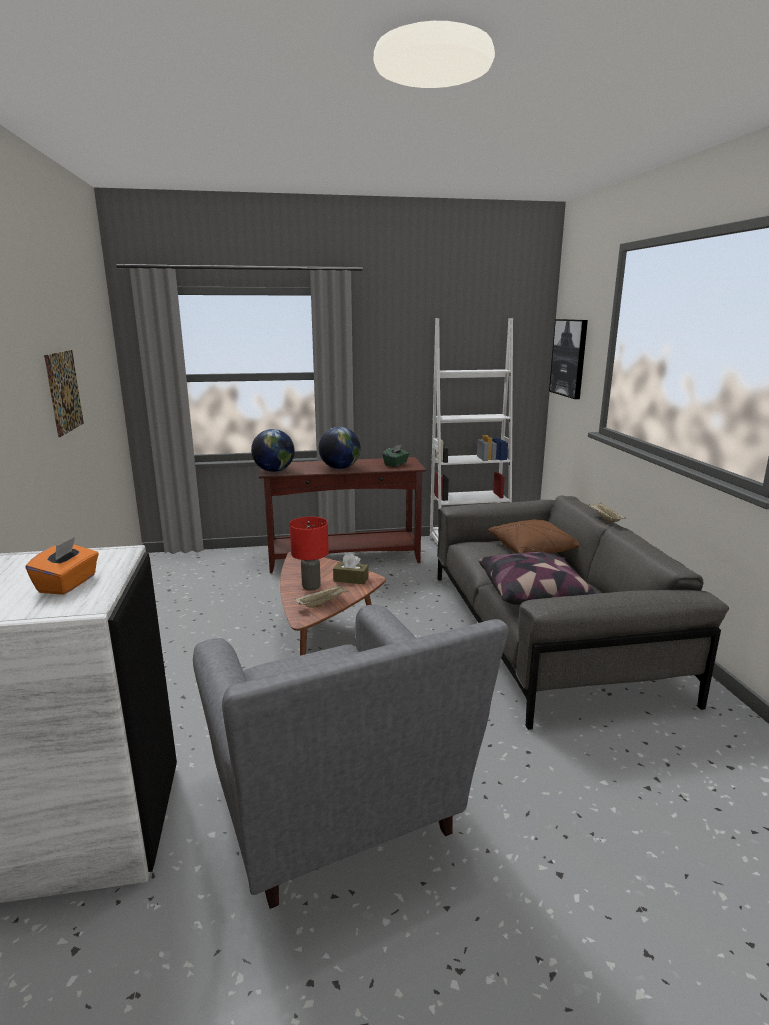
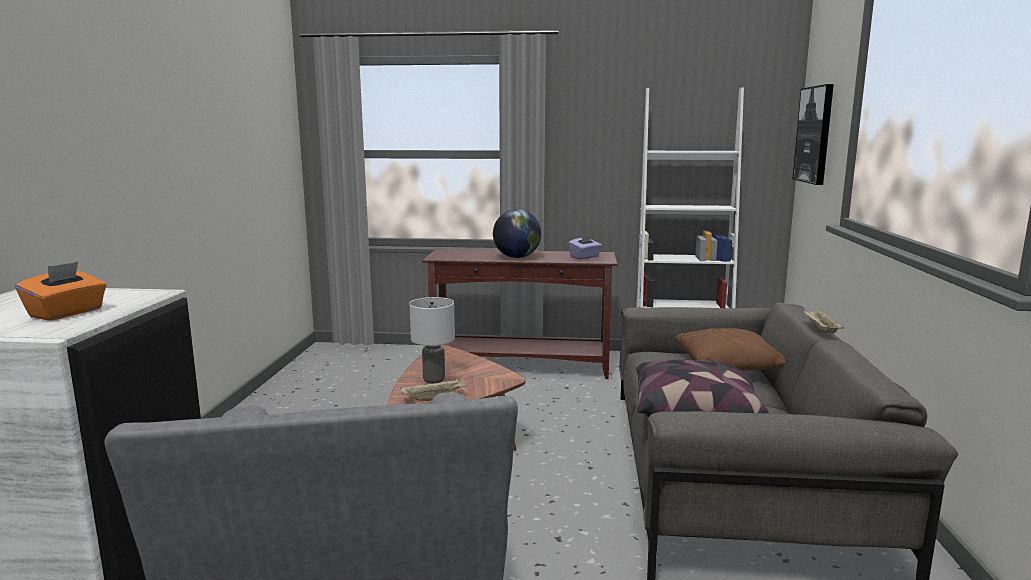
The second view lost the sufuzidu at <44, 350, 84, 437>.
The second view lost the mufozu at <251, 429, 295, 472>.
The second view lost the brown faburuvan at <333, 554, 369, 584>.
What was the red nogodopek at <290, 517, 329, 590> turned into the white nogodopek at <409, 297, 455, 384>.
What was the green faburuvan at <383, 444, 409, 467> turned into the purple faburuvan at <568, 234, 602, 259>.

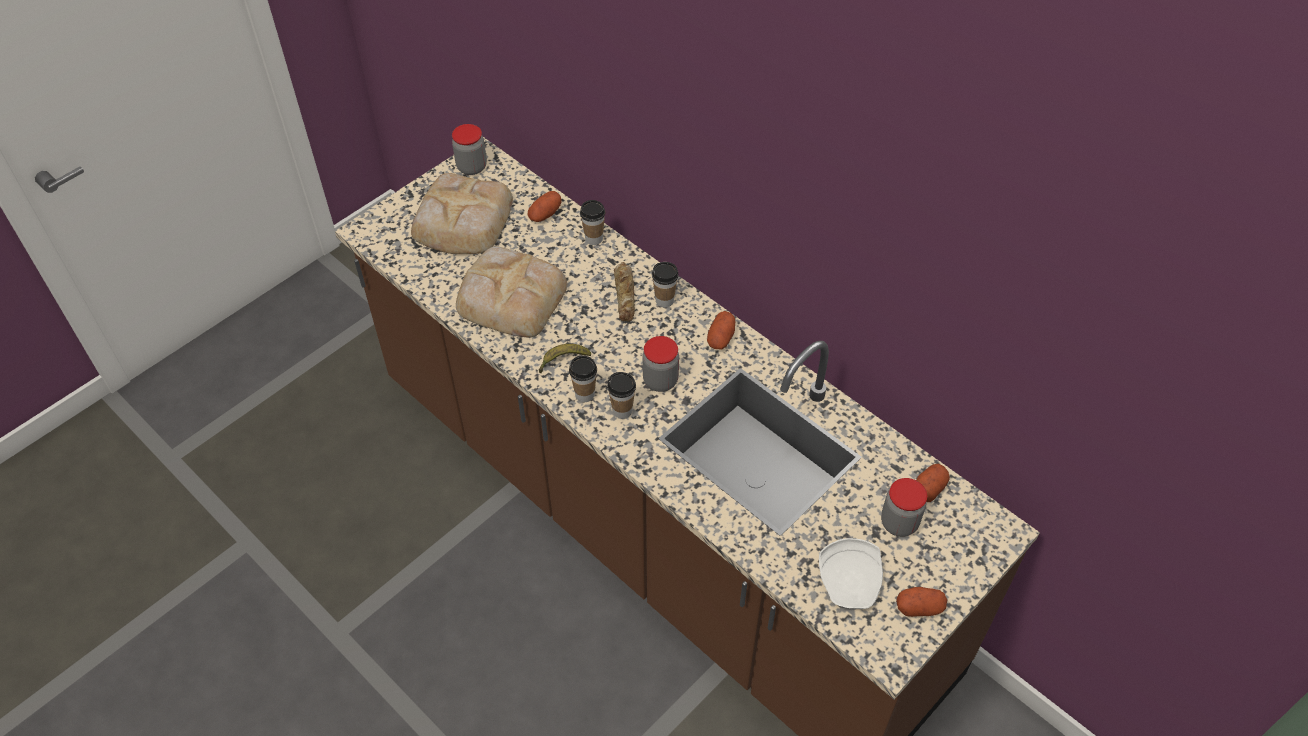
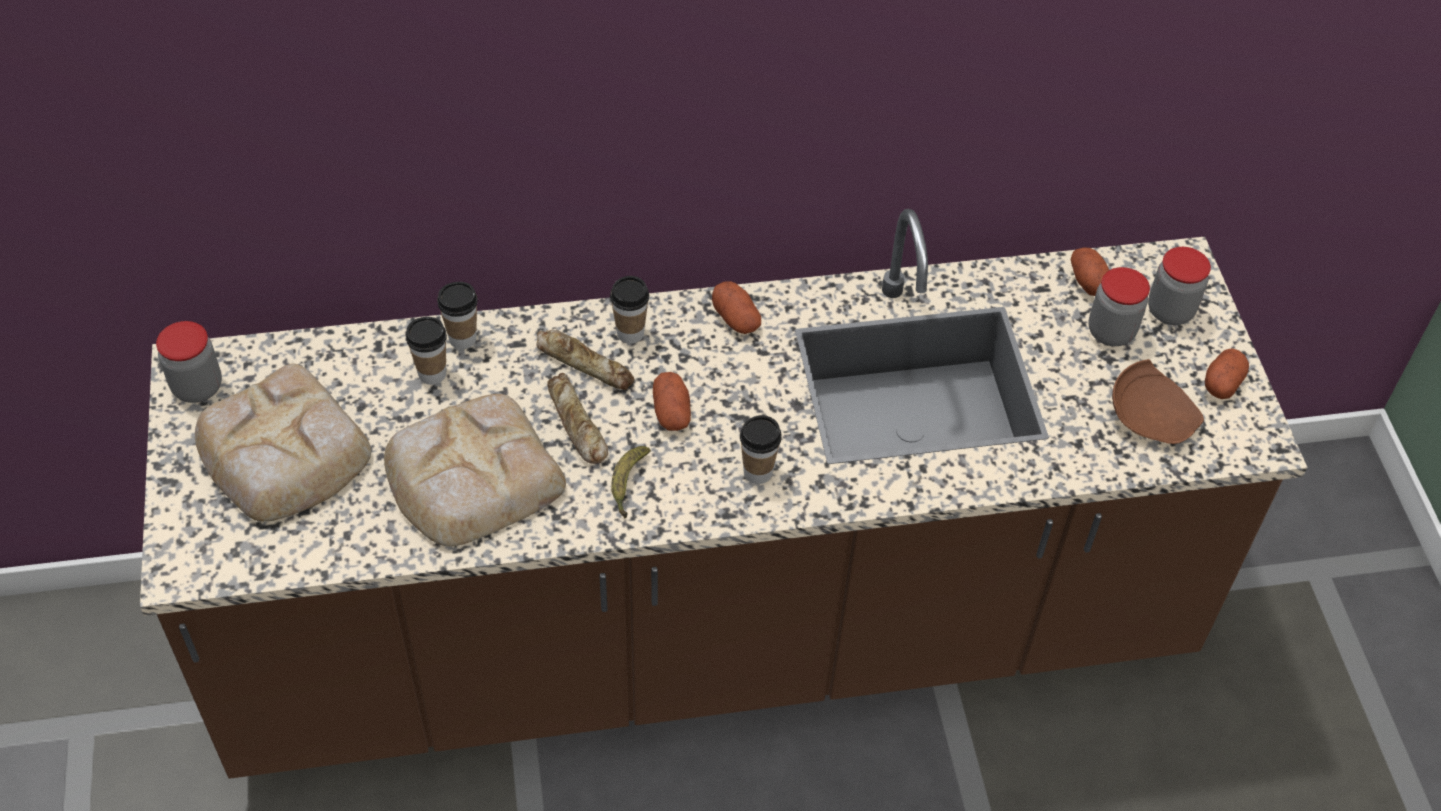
The second view gained the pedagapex at <547, 373, 608, 464>.
The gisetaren ended up elsewhere, having gone from <527, 191, 562, 222> to <653, 372, 691, 431>.
The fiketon ended up elsewhere, having gone from <569, 355, 597, 402> to <406, 317, 447, 385>.
The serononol ended up elsewhere, having gone from <642, 336, 679, 392> to <1148, 247, 1211, 325>.
What was the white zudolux at <819, 538, 883, 609> turned into the brown zudolux at <1112, 359, 1204, 444>.

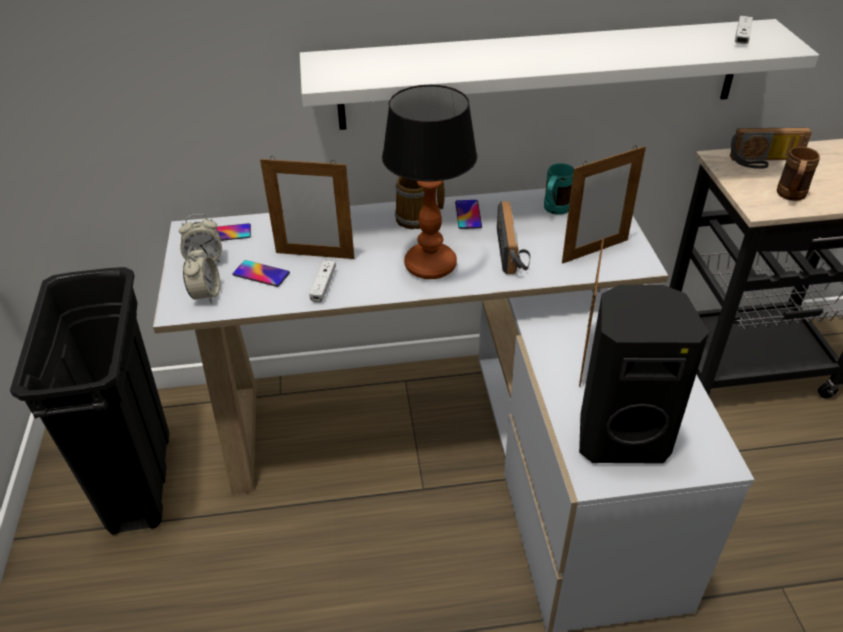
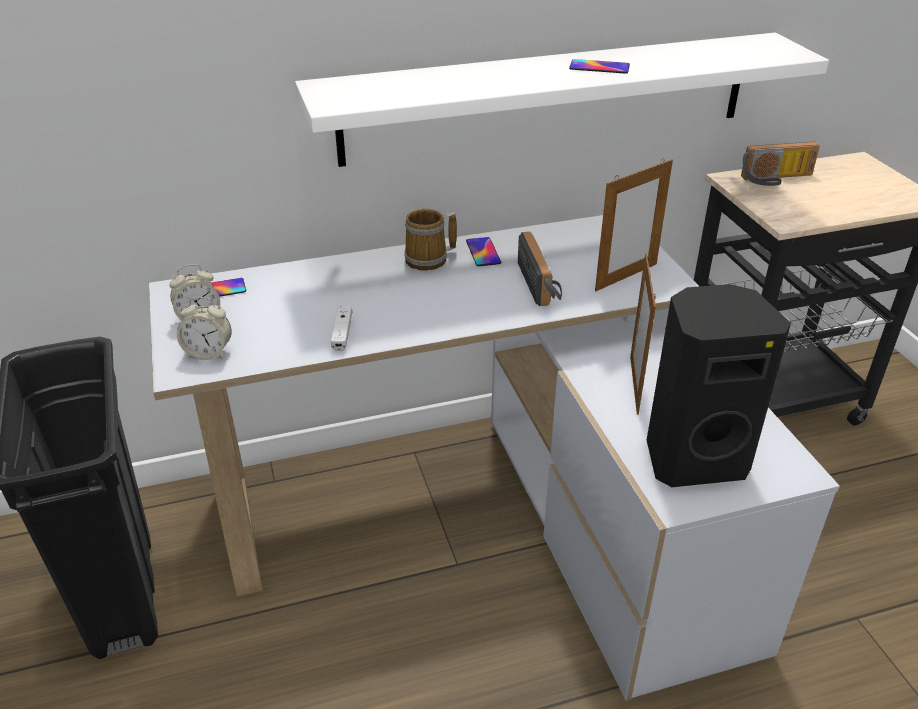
The second view lost the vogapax at <260, 156, 354, 259>.
The second view lost the nogodopek at <382, 85, 477, 279>.
The second view lost the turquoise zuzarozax at <544, 163, 574, 215>.
The second view lost the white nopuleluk at <735, 16, 753, 44>.
The second view lost the brown zuzarozax at <777, 147, 820, 201>.
The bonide ended up elsewhere, having gone from <232, 260, 290, 287> to <569, 59, 630, 74>.
The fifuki at <183, 246, 220, 304> ended up facing another way, 105 degrees clockwise from before.

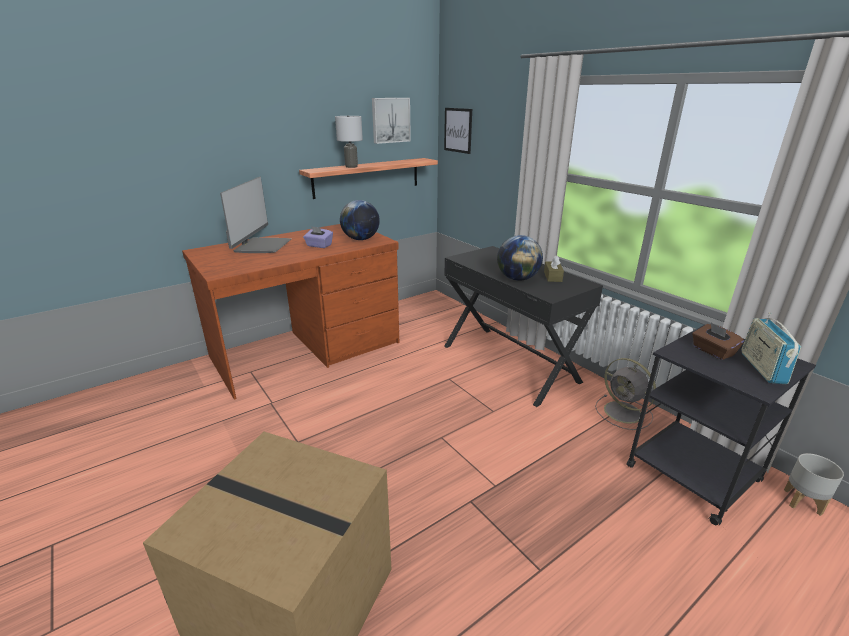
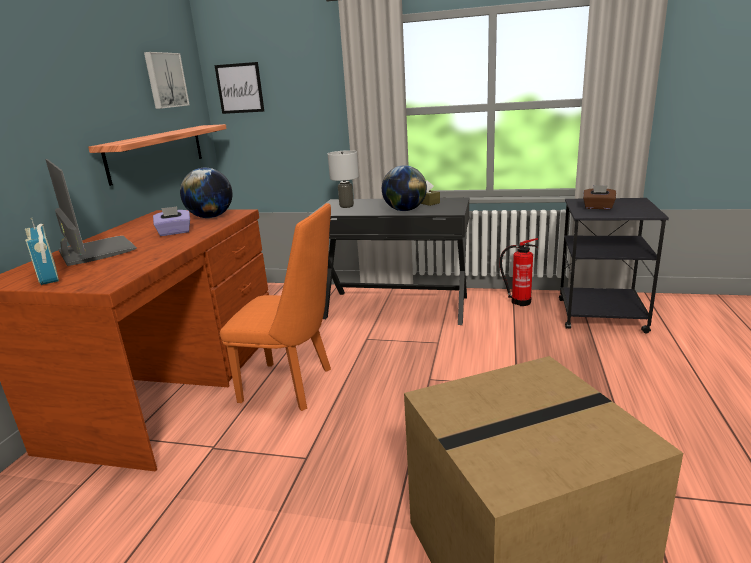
The second view lost the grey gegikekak at <784, 453, 844, 516>.
The second view gained the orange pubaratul at <220, 203, 331, 411>.
The white nogodopek ended up elsewhere, having gone from <335, 115, 363, 168> to <328, 150, 359, 208>.
The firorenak ended up elsewhere, having gone from <741, 313, 801, 384> to <25, 218, 59, 285>.
Where the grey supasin stood at <595, 358, 656, 430>, the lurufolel came to stand at <499, 238, 538, 306>.

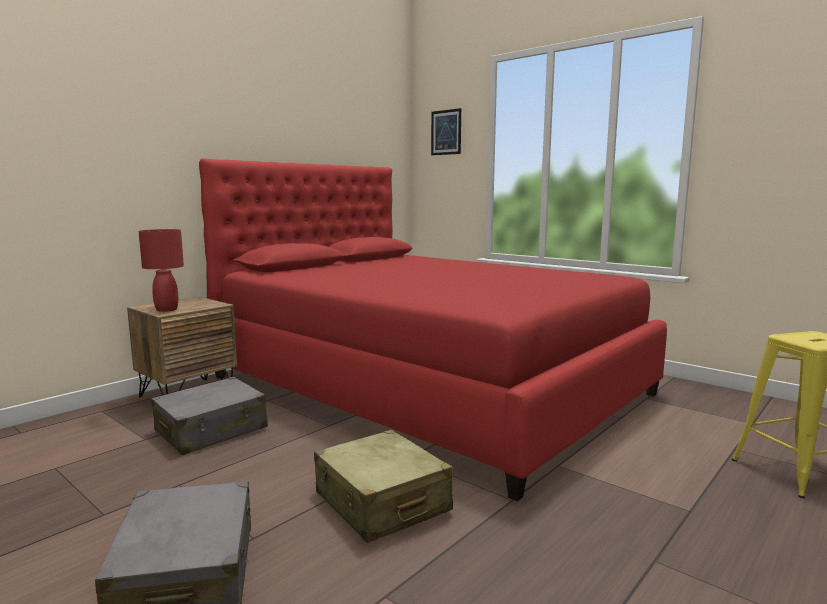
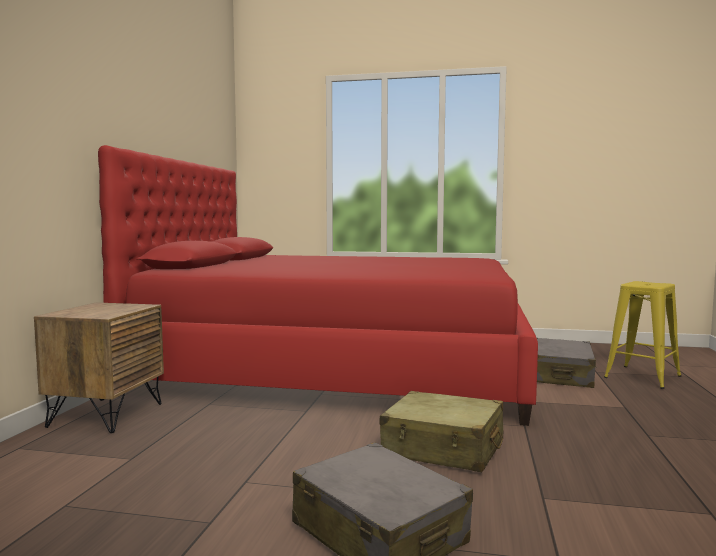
The second view lost the red nogodopek at <139, 229, 184, 312>.
The second view lost the sufuzidu at <431, 108, 461, 155>.
The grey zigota ended up elsewhere, having gone from <151, 377, 268, 455> to <537, 338, 597, 388>.

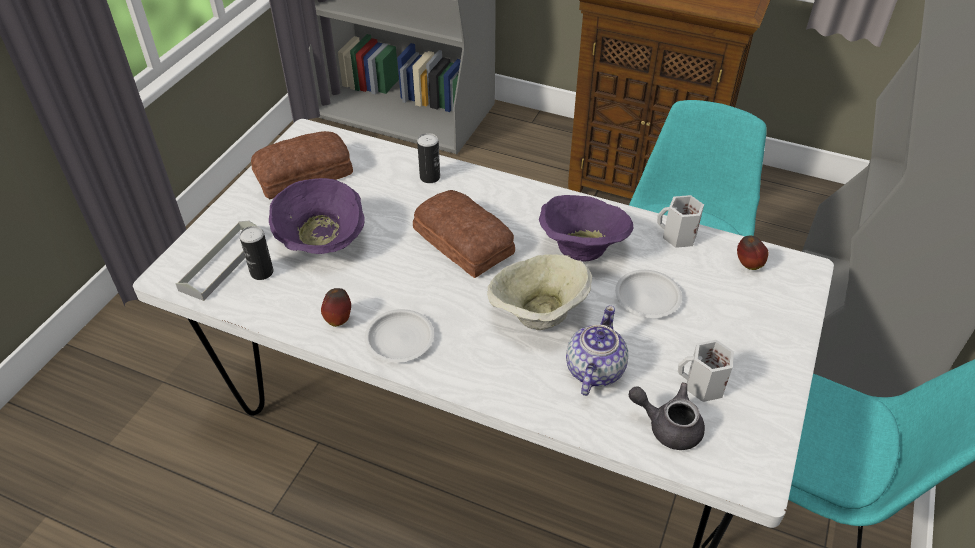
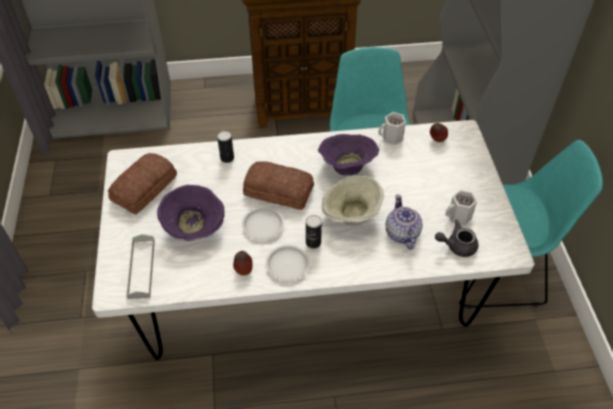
The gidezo ended up elsewhere, having gone from <240, 226, 273, 280> to <306, 215, 322, 248>.
The white zudolux ended up elsewhere, having gone from <615, 270, 682, 318> to <242, 207, 284, 240>.

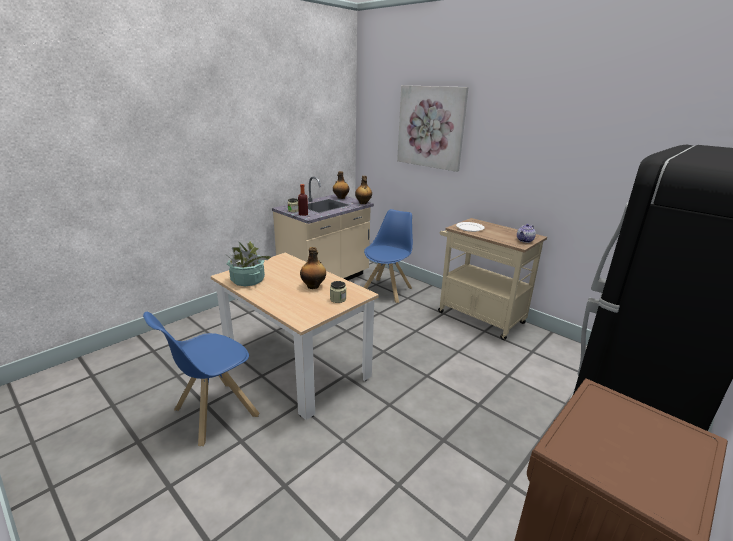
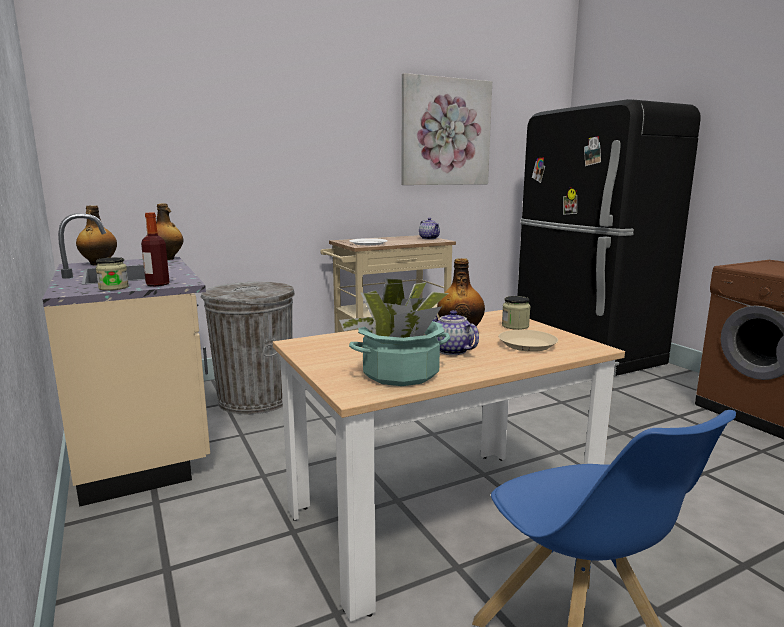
The second view gained the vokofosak at <433, 310, 479, 355>.
The second view gained the beige zudolux at <499, 330, 558, 352>.
The sufuzidu ended up elsewhere, having gone from <397, 85, 469, 172> to <401, 73, 492, 185>.
Where the blue pubaratul stood at <363, 209, 413, 303>, the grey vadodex came to stand at <201, 282, 295, 414>.

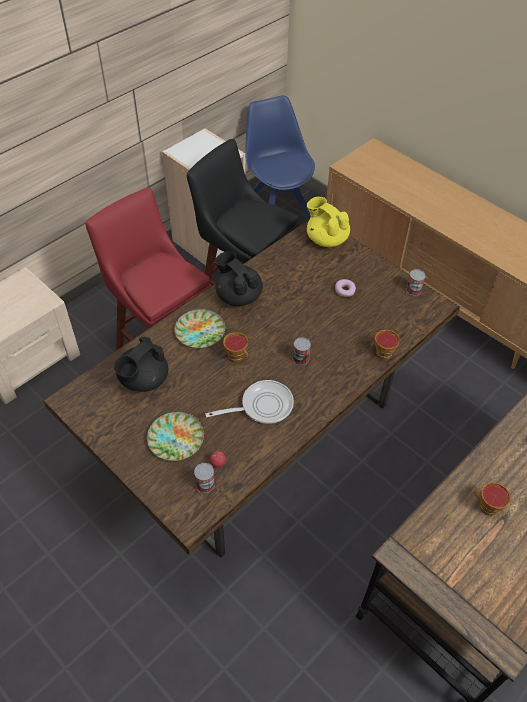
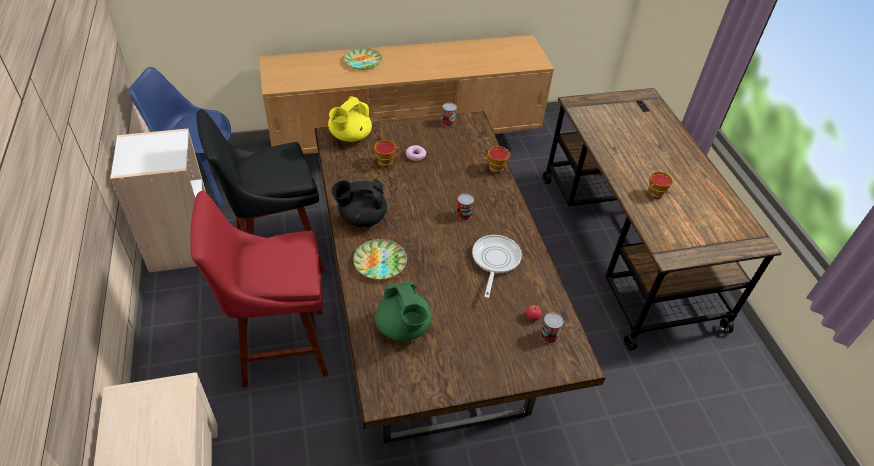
The zudolux ended up elsewhere, having gone from <147, 412, 204, 461> to <343, 48, 382, 70>.
The fiketon ended up elsewhere, having gone from <223, 332, 248, 363> to <374, 140, 400, 168>.
What was the black vokofosak at <114, 337, 168, 392> turned into the green vokofosak at <375, 281, 432, 342>.
The yellow vokofosak at <307, 197, 350, 247> ended up facing another way, 45 degrees counterclockwise from before.

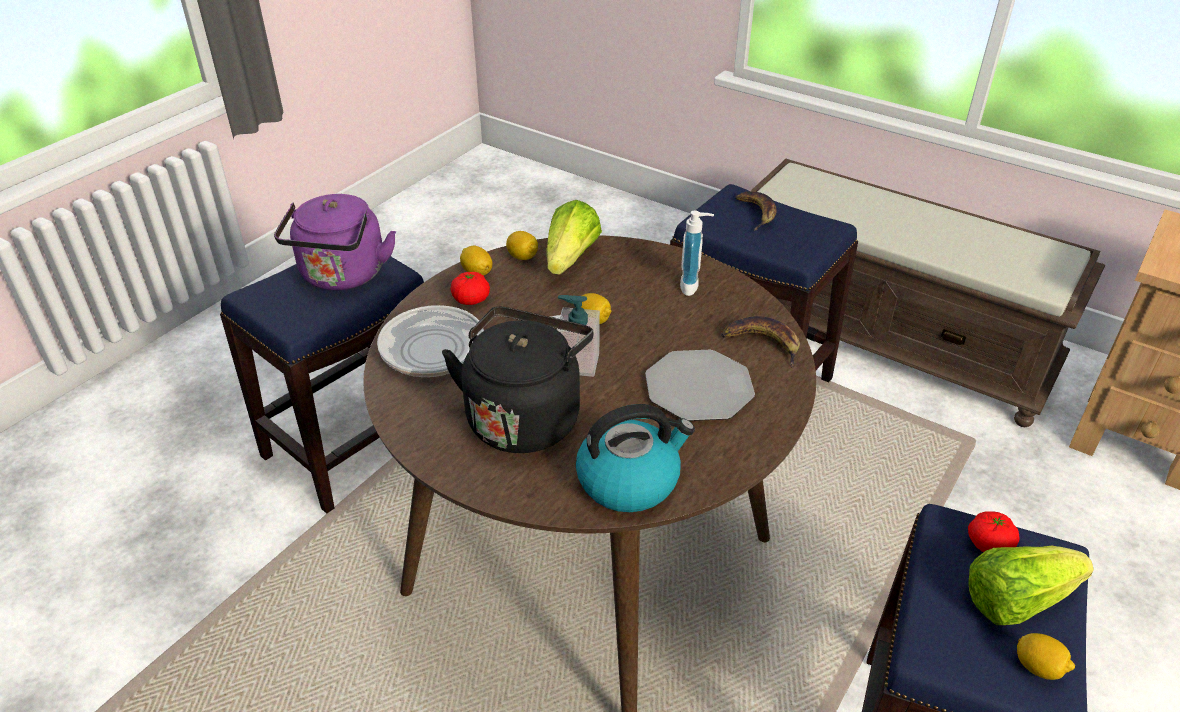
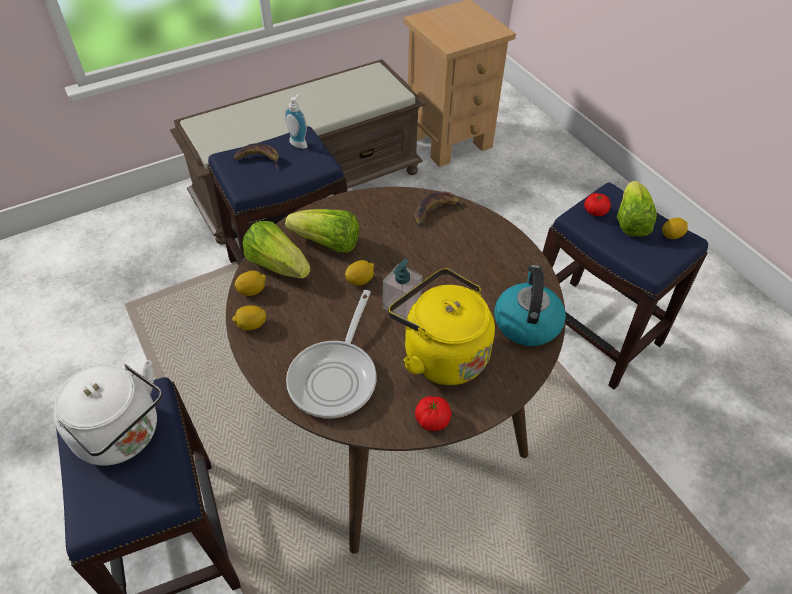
The second view lost the zudolux at <645, 350, 755, 421>.
The second view gained the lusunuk at <285, 209, 359, 253>.
The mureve ended up elsewhere, having gone from <450, 272, 490, 305> to <415, 396, 452, 431>.
The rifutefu ended up elsewhere, having gone from <680, 210, 714, 296> to <285, 94, 307, 149>.
What was the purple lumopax at <274, 194, 396, 290> turned into the white lumopax at <54, 360, 162, 466>.
What was the black lumopax at <442, 307, 594, 453> turned into the yellow lumopax at <389, 268, 495, 385>.

